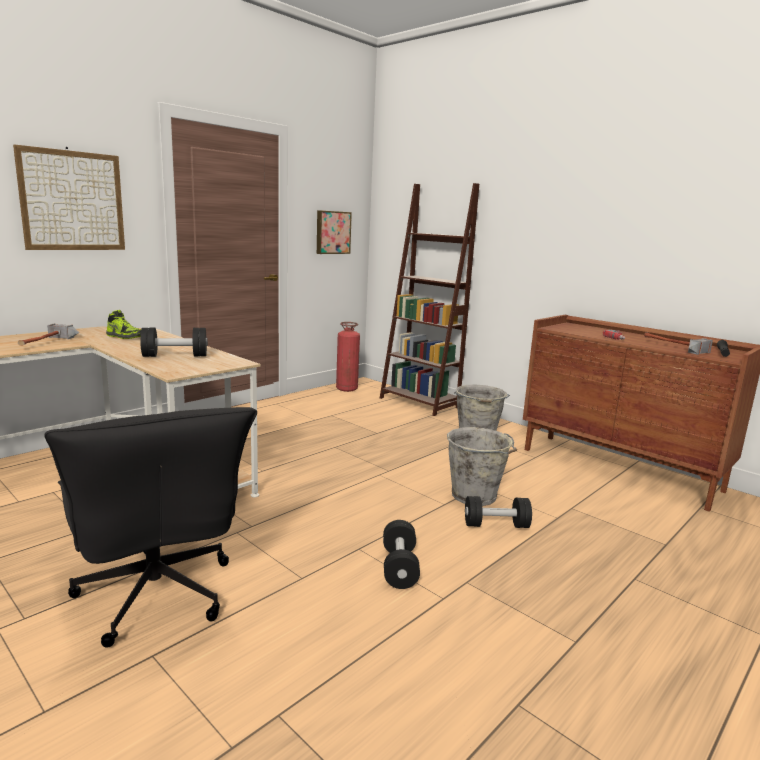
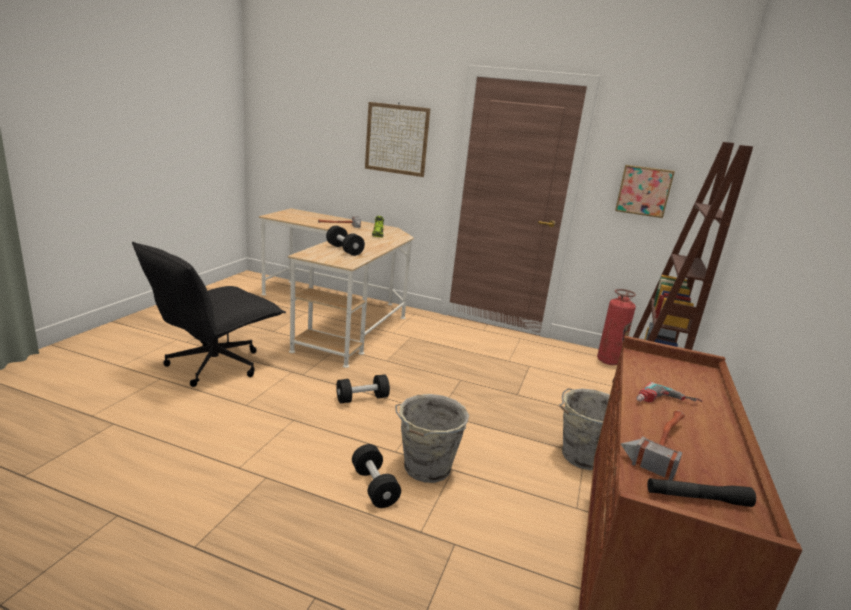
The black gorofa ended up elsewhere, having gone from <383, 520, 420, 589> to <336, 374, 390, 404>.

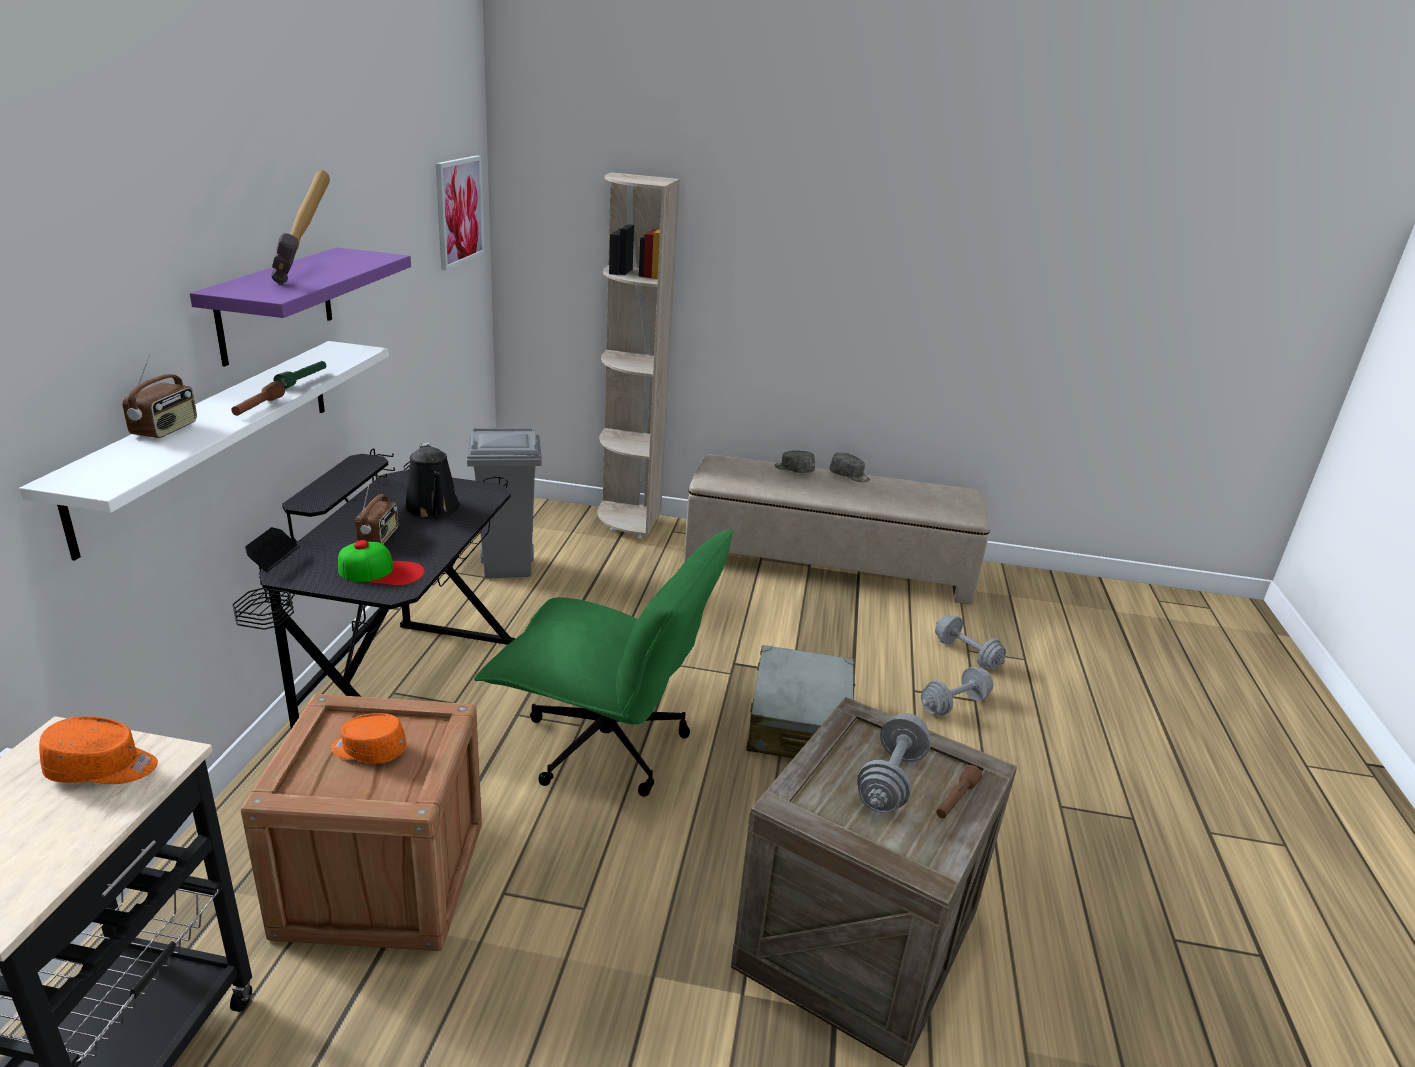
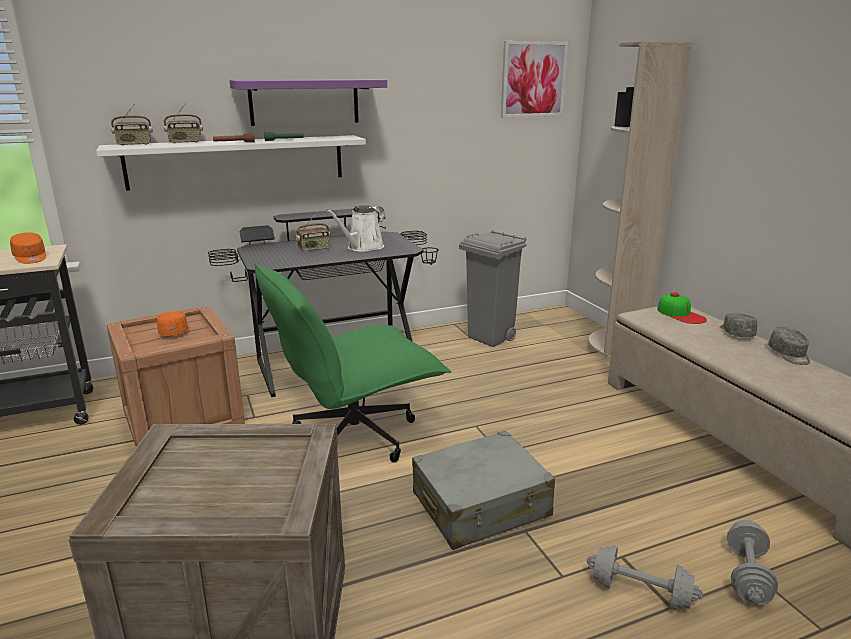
The second view lost the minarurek at <271, 170, 330, 284>.
The second view lost the grey gorofa at <857, 713, 931, 813>.
The second view lost the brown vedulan at <936, 765, 982, 818>.
The second view gained the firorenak at <111, 104, 153, 146>.
The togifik ended up elsewhere, having gone from <338, 540, 425, 586> to <657, 292, 707, 324>.
What was the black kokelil at <404, 443, 460, 519> turned into the white kokelil at <326, 205, 385, 252>.
The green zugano at <474, 529, 734, 797> ended up facing another way, 75 degrees clockwise from before.

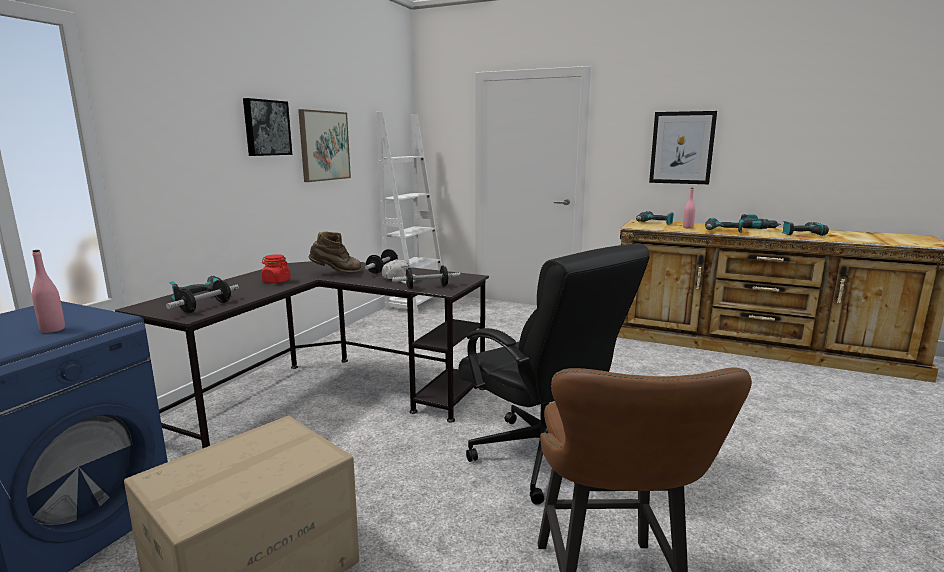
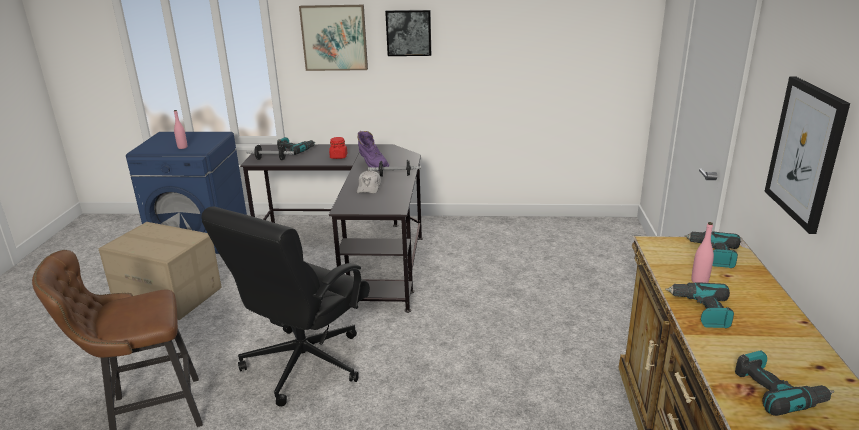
The second view lost the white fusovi at <377, 111, 442, 314>.
The second view lost the gorofa at <392, 266, 461, 289>.
The second view lost the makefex at <741, 214, 781, 229>.
The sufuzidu ended up elsewhere, having gone from <298, 109, 351, 182> to <299, 5, 368, 71>.
What was the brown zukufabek at <309, 232, 362, 274> turned into the purple zukufabek at <358, 131, 389, 171>.

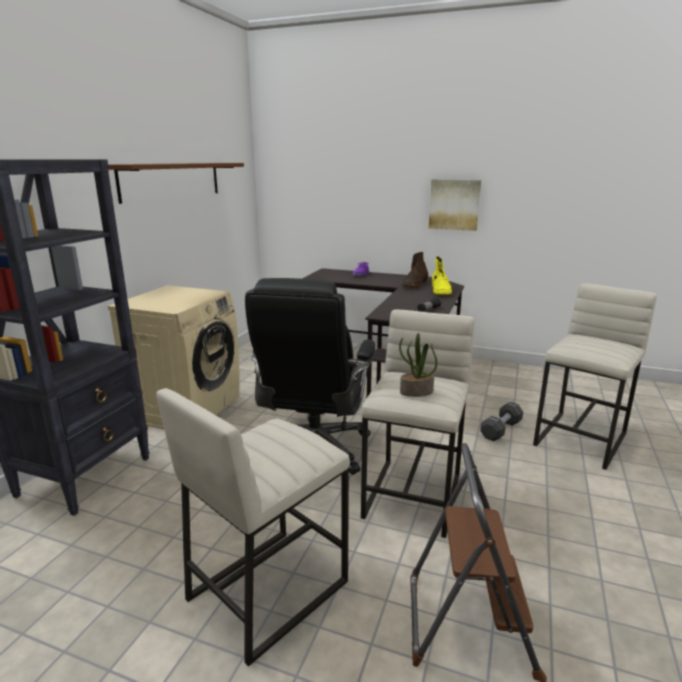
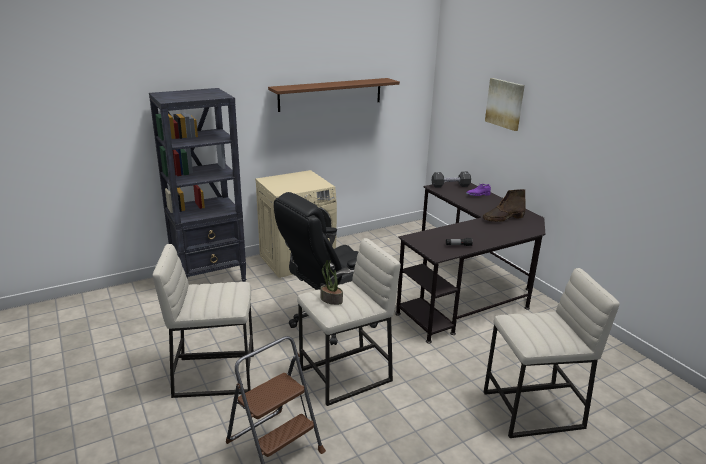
The second view lost the yellow zukufabek at <432, 256, 452, 295>.
The sufuzidu ended up elsewhere, having gone from <429, 179, 481, 231> to <485, 78, 525, 131>.
The black gorofa ended up elsewhere, having gone from <480, 402, 523, 441> to <432, 172, 471, 188>.

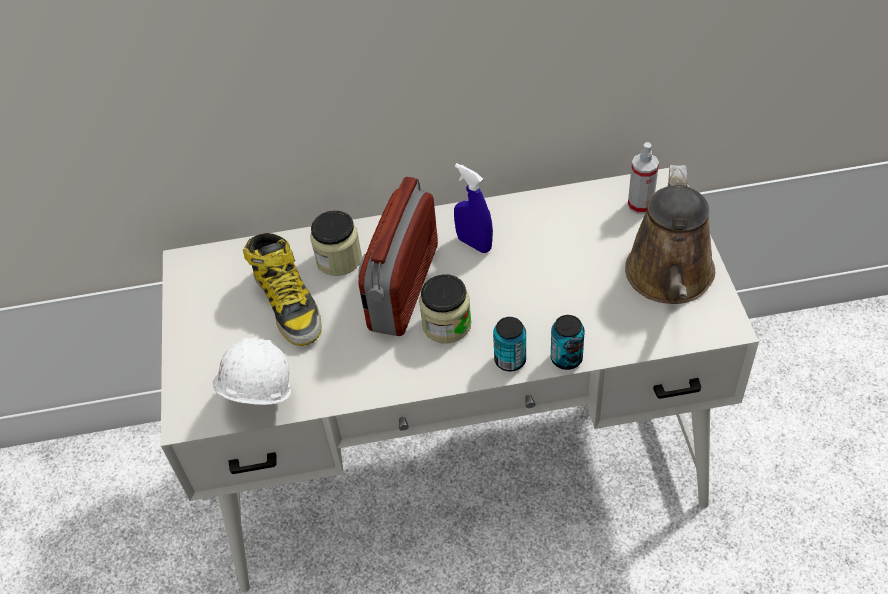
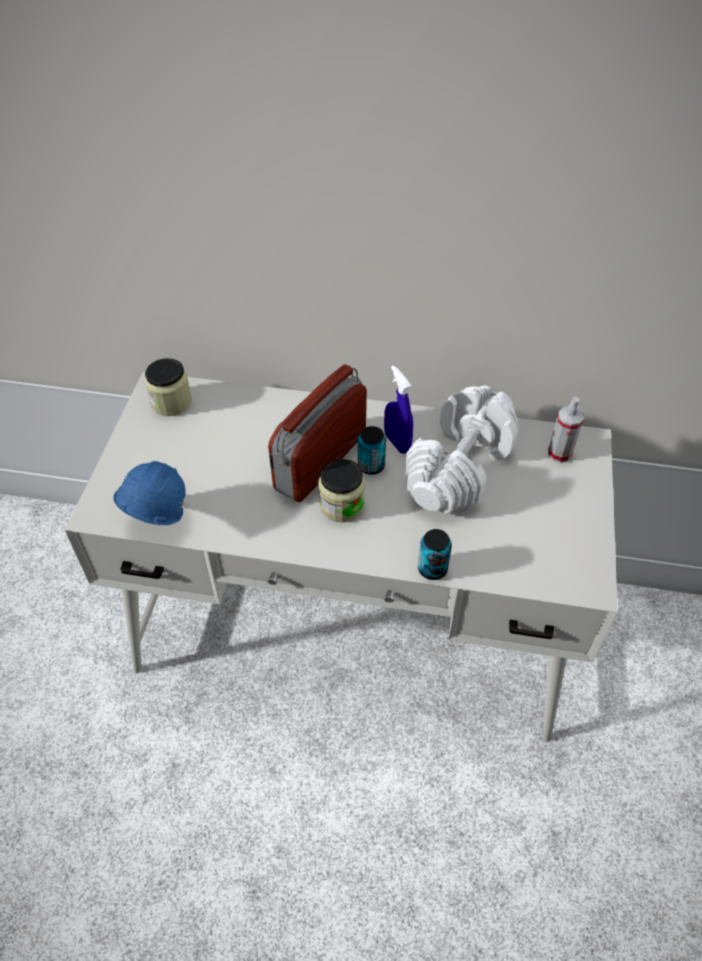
The second view lost the zukufabek at <243, 233, 322, 346>.
The second view lost the brown kokelil at <625, 165, 715, 304>.
The second view gained the white gorofa at <405, 385, 519, 514>.
The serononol ended up elsewhere, having gone from <310, 210, 362, 276> to <145, 358, 192, 416>.
The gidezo ended up elsewhere, having gone from <493, 317, 526, 372> to <358, 426, 386, 475>.
What was the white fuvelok at <213, 338, 291, 405> turned into the blue fuvelok at <113, 461, 186, 525>.

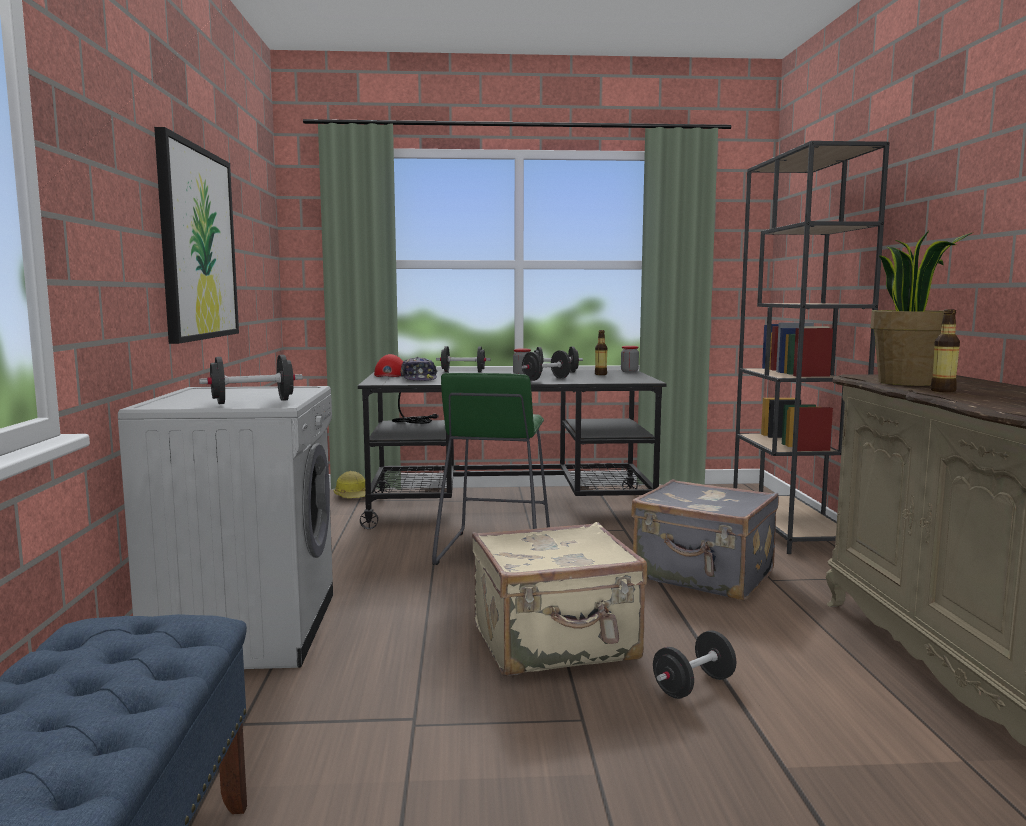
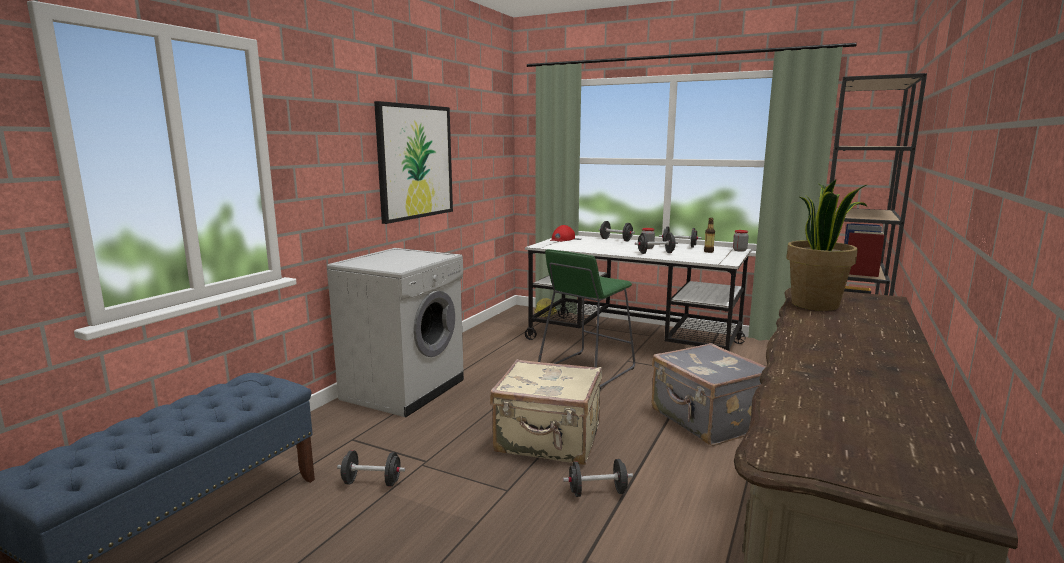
The second view lost the togifik at <400, 357, 437, 381>.
The second view lost the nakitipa at <931, 309, 960, 392>.
The black gorofa ended up elsewhere, having gone from <199, 355, 303, 404> to <337, 450, 405, 486>.
What was the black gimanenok at <358, 370, 667, 529> turned into the white gimanenok at <525, 235, 752, 351>.

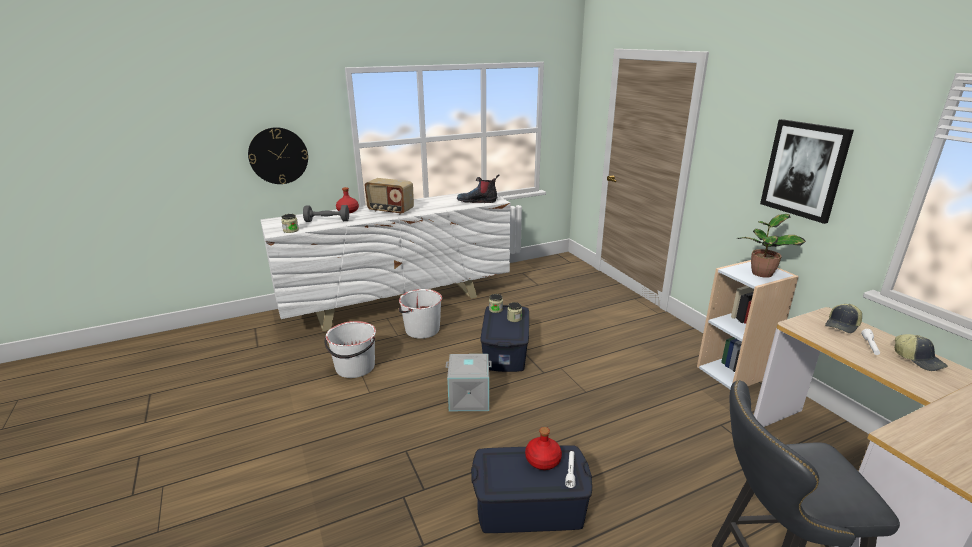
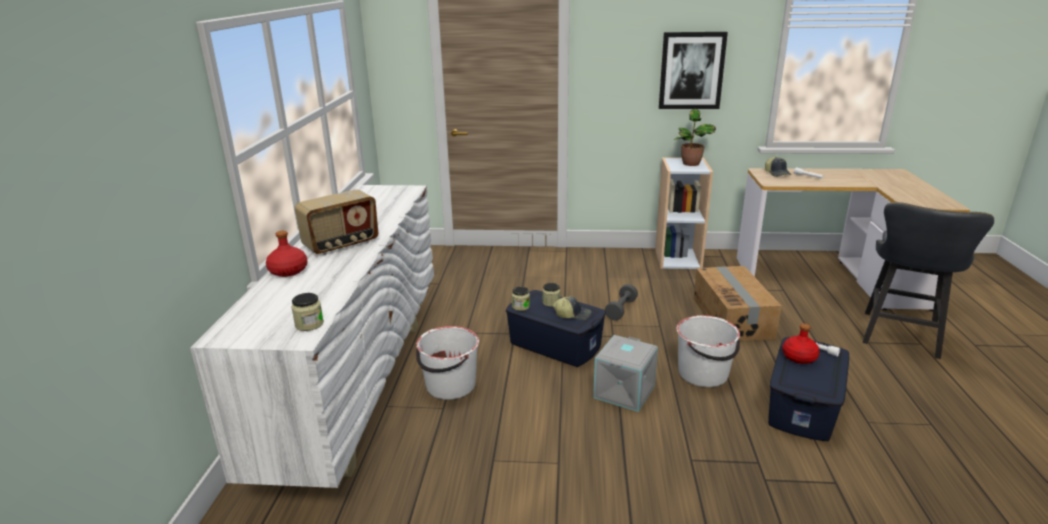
The second view lost the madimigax at <248, 127, 308, 184>.
The second view lost the zukufabek at <457, 174, 499, 203>.
The second view gained the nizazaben at <693, 266, 782, 341>.
The grey gorofa ended up elsewhere, having gone from <303, 205, 349, 222> to <605, 284, 638, 320>.
The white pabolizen ended up elsewhere, having gone from <324, 321, 376, 378> to <677, 315, 740, 387>.
The togifik ended up elsewhere, having gone from <895, 334, 948, 371> to <553, 296, 591, 320>.

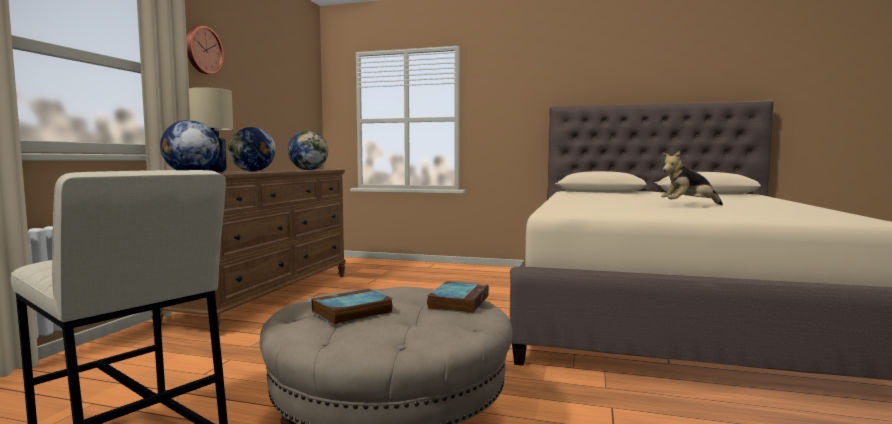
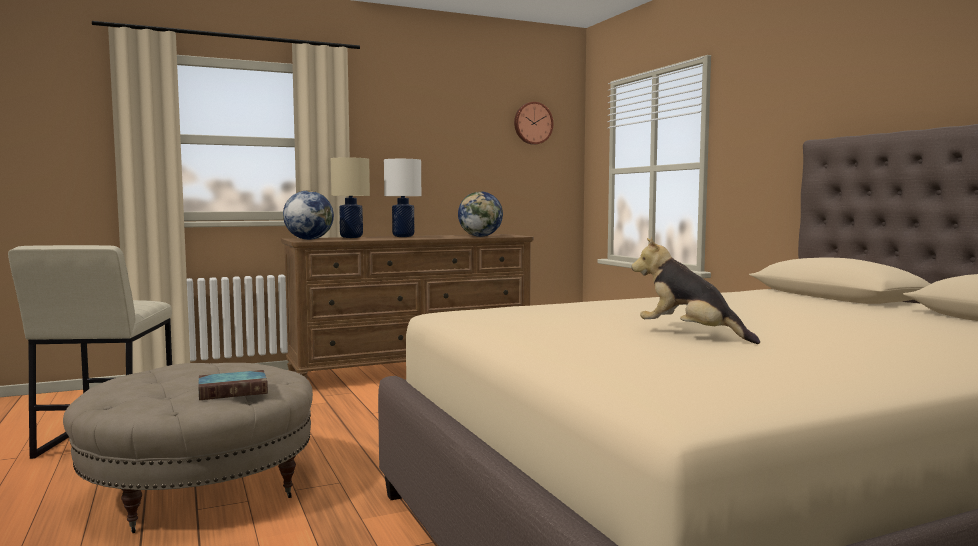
The second view lost the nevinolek at <312, 289, 393, 325>.
The madimigax ended up elsewhere, having gone from <187, 26, 224, 74> to <514, 102, 554, 145>.
Where the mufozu stood at <228, 127, 276, 171>, the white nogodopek came to stand at <384, 159, 421, 237>.

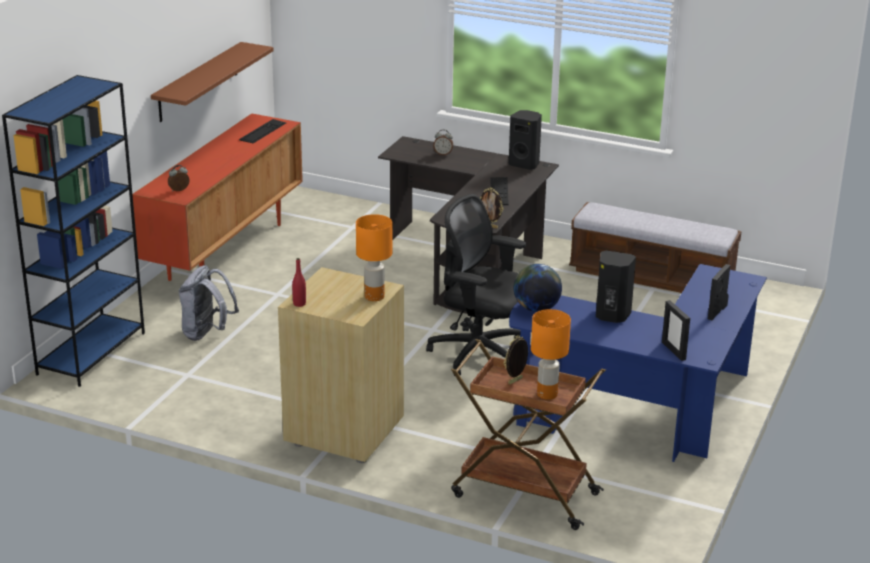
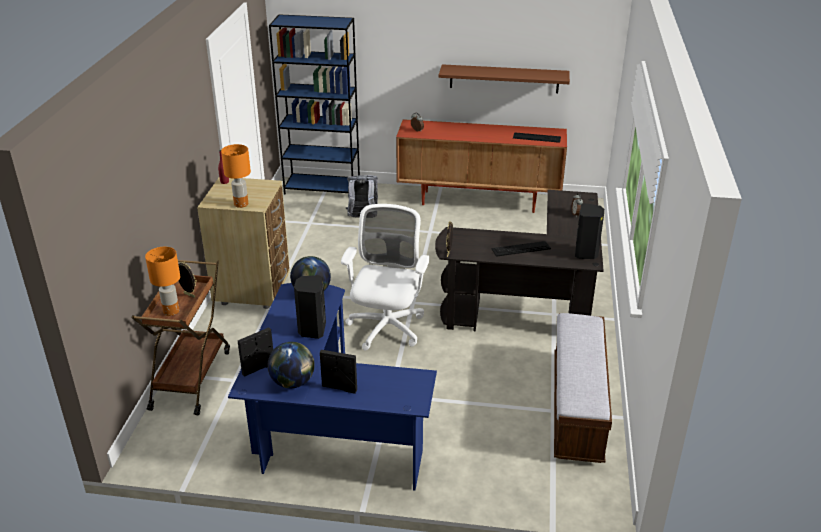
The second view gained the mufozu at <268, 342, 315, 388>.
What was the black zugano at <426, 194, 526, 376> turned into the white zugano at <341, 204, 429, 350>.

